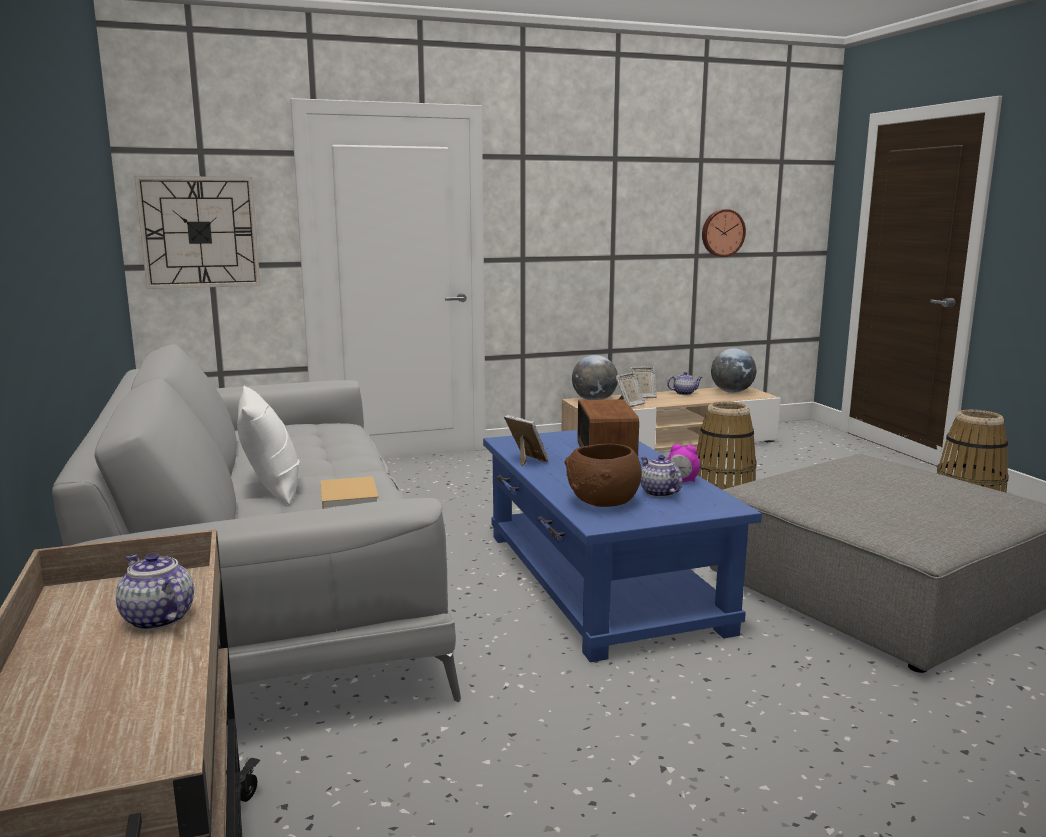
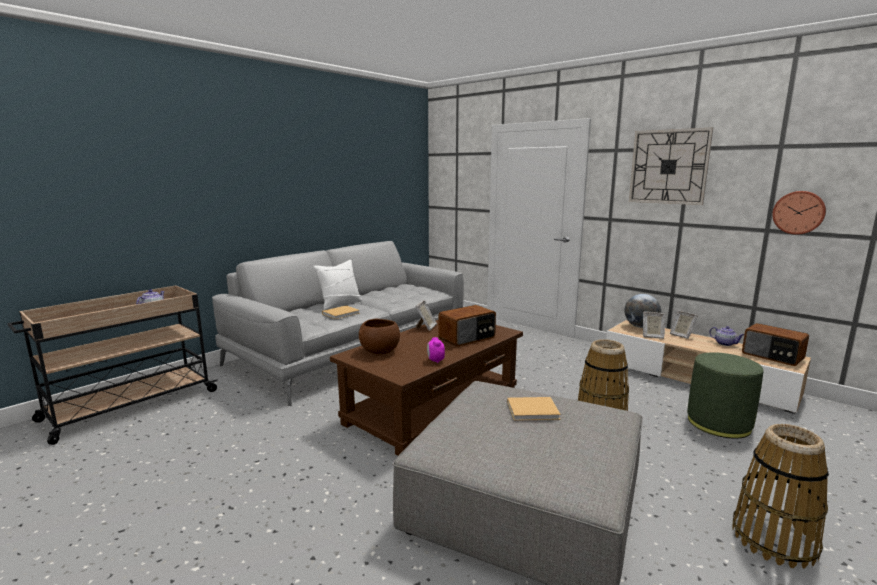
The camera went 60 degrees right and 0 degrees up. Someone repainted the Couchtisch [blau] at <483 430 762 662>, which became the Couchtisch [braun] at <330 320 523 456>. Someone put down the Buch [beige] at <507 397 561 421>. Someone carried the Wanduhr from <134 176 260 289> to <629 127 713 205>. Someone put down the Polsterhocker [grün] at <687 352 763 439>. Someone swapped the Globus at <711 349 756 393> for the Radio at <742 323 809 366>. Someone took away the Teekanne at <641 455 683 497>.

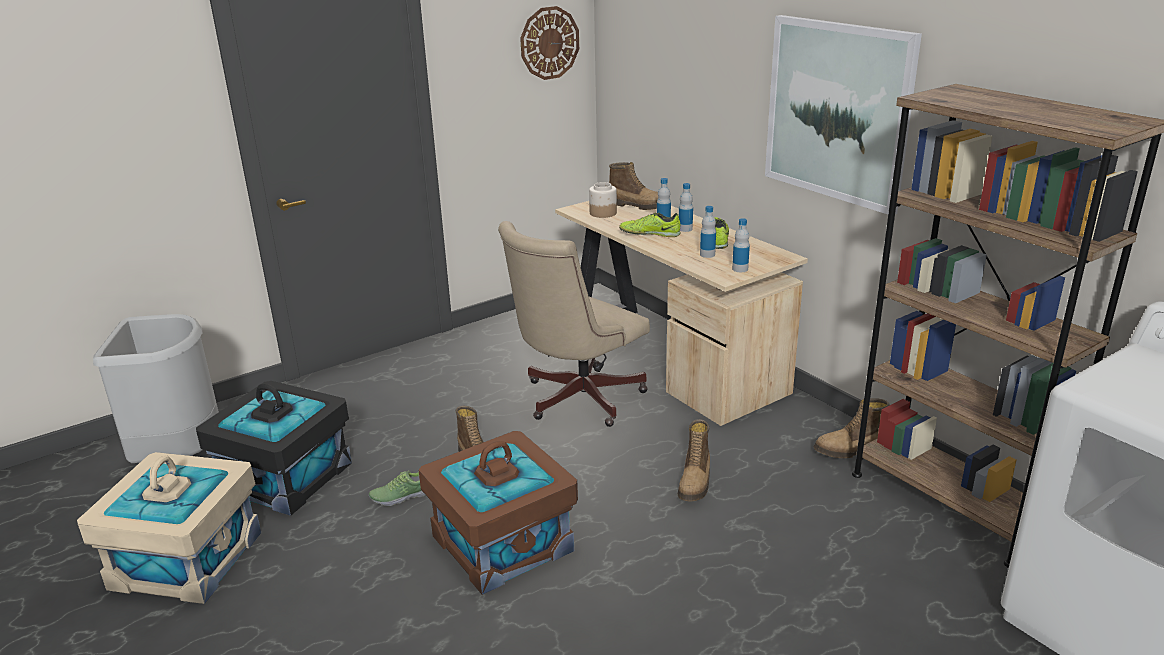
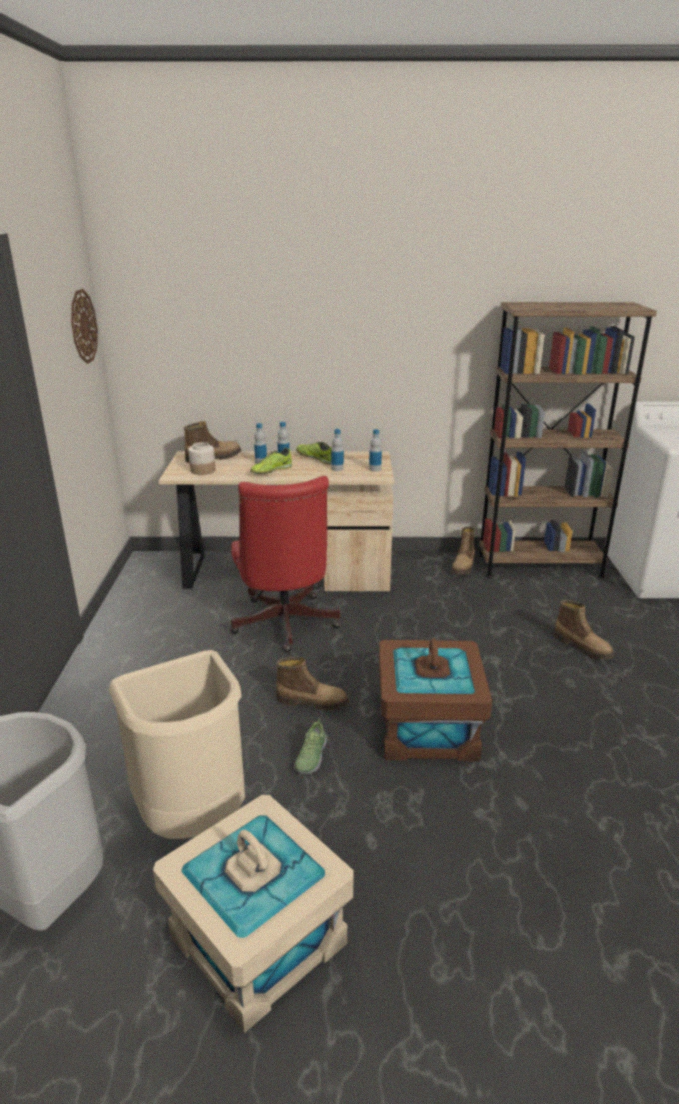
The camera went 55 degrees left and 0 degrees up. Someone swapped the Aufbewahrungsbox [schwarz] at <196 381 352 516> for the Mülleimer [beige] at <109 650 245 839>. Someone repainted the Bürostuhl [beige] at <498 221 650 427>, which became the Bürostuhl [rot] at <230 476 341 652>. Someone carried the Stiefel from <678 419 710 501> to <553 600 614 659>. Someone took away the Bild at <765 15 922 214>.

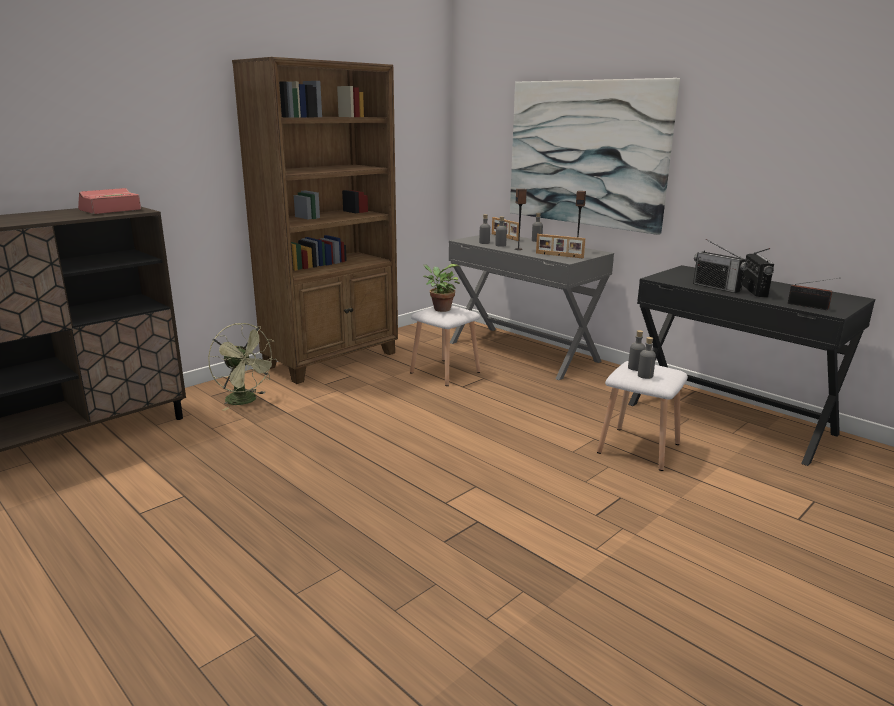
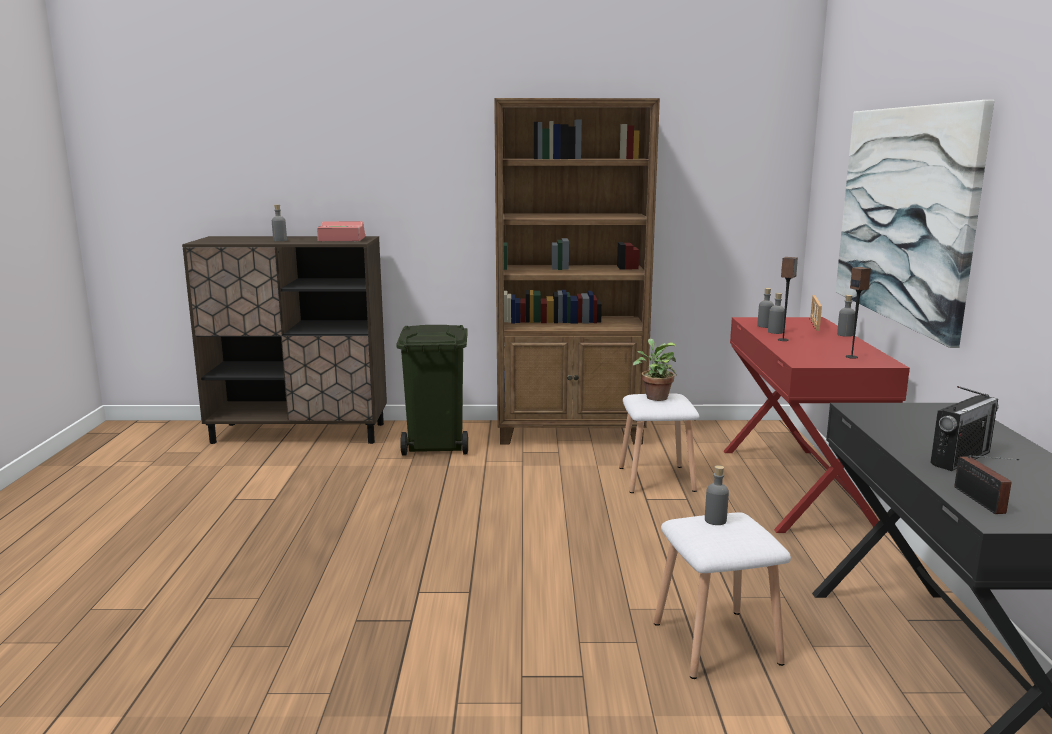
The camera went 45 degrees right and 5 degrees down. Someone carried the Flasche [grau] from <638 337 656 379> to <272 205 287 241>. Someone swapped the Ventilator [grün] at <208 323 277 411> for the Mülleimer [grün] at <396 325 468 456>. Someone repainted the Schreibtisch [grau] at <449 233 614 380>, which became the Schreibtisch [rot] at <724 317 910 533>. Someone took away the Bilderrahmen at <536 234 585 258>. Someone took away the Radio at <693 239 748 293>.

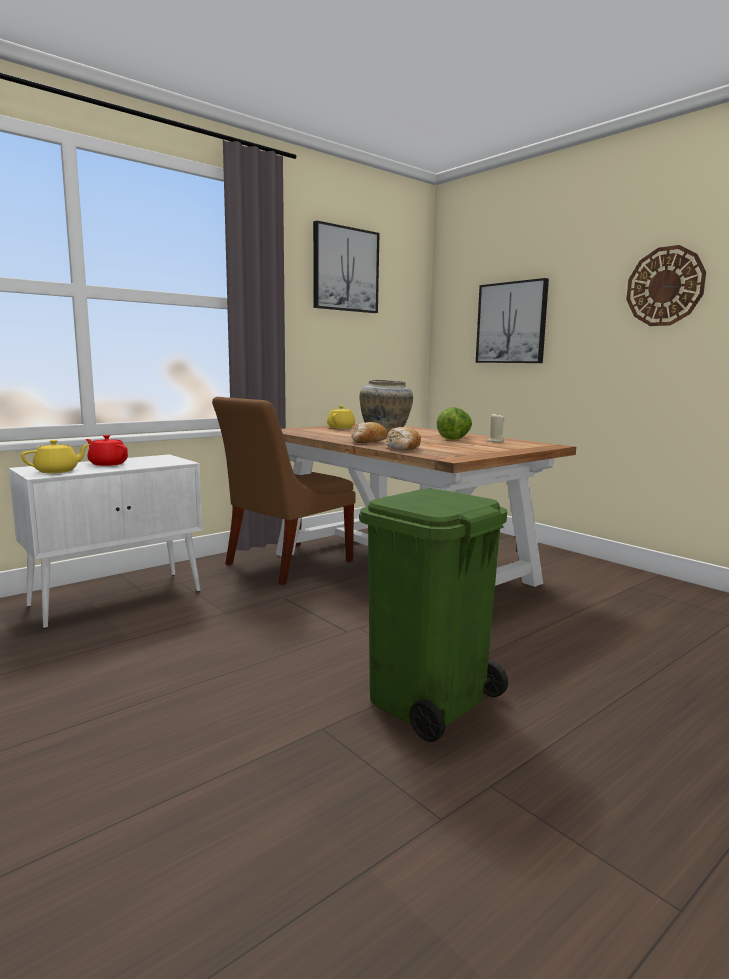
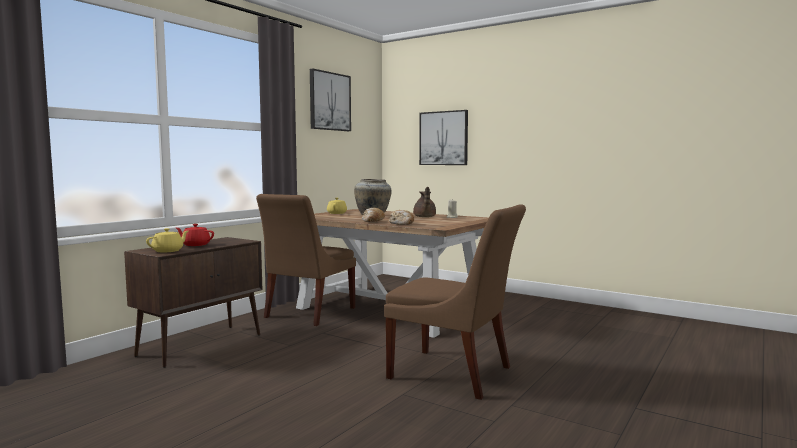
The camera went 15 degrees left and 5 degrees down. Someone repainted the Schrank [weiß] at <9 454 202 629>, which became the Schrank [braun] at <124 237 262 368>. Someone swapped the Mülleimer [grün] at <359 489 508 742> for the Stuhl [braun] at <384 204 526 400>. Someone swapped the Salatkopf at <437 407 472 440> for the Teekanne [braun] at <413 187 436 217>. Someone took away the Wanduhr at <626 245 706 326>.

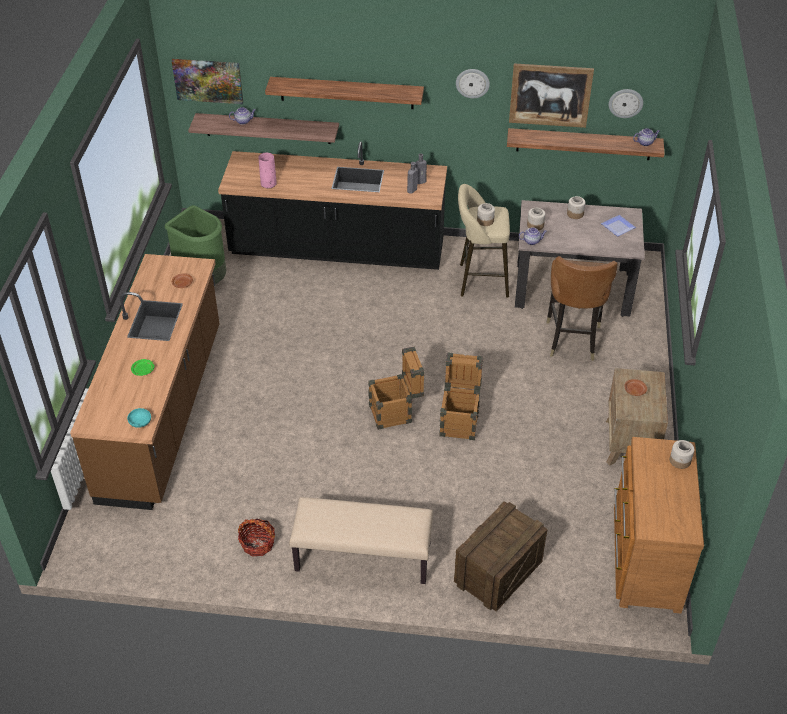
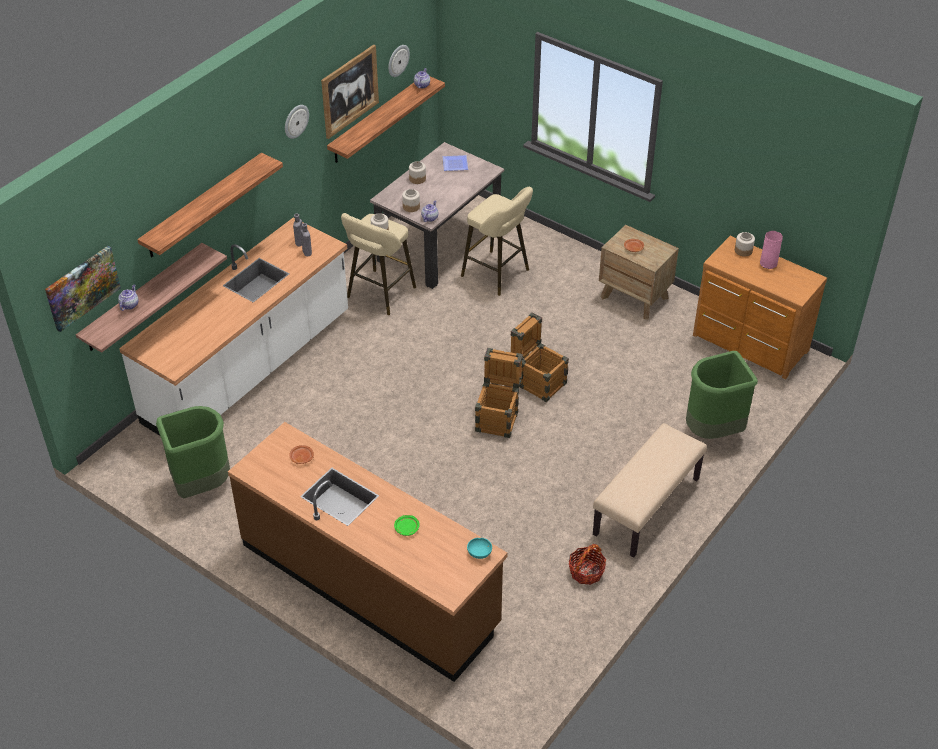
The camera went 60 degrees left and 0 degrees up. Someone repainted the Küchenzeile [schwarz] at <218 141 447 270>, which became the Küchenzeile [weiß] at <119 217 348 436>. Someone swapped the Stuhl [braun] at <546 256 618 361> for the Hocker [beige] at <461 187 533 296>. Someone swapped the Kiste at <454 501 548 612> for the Mülleimer [grün] at <686 351 758 439>. Someone carried the Vase [rosa] from <258 153 277 189> to <760 231 783 269>.

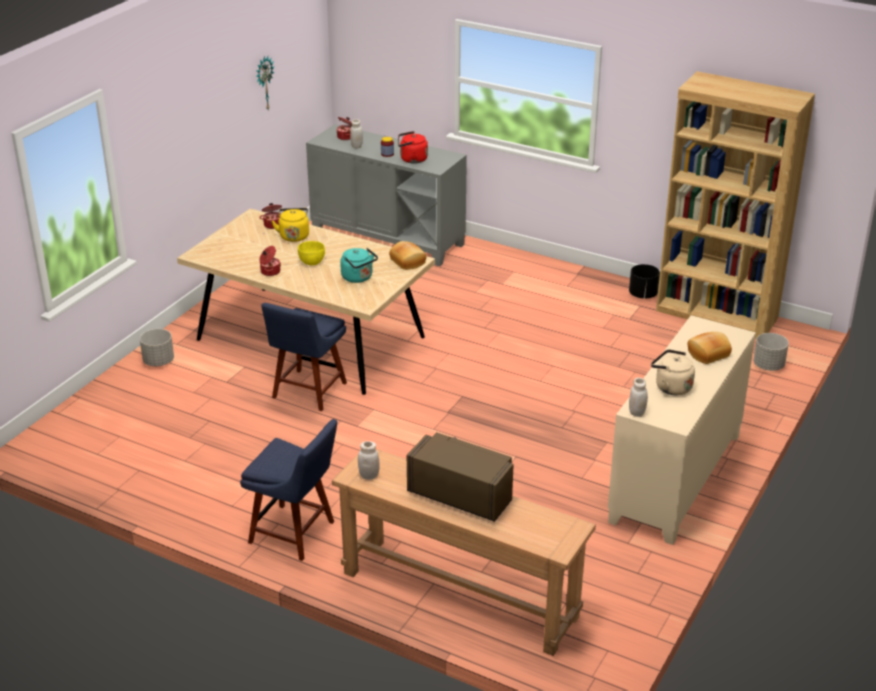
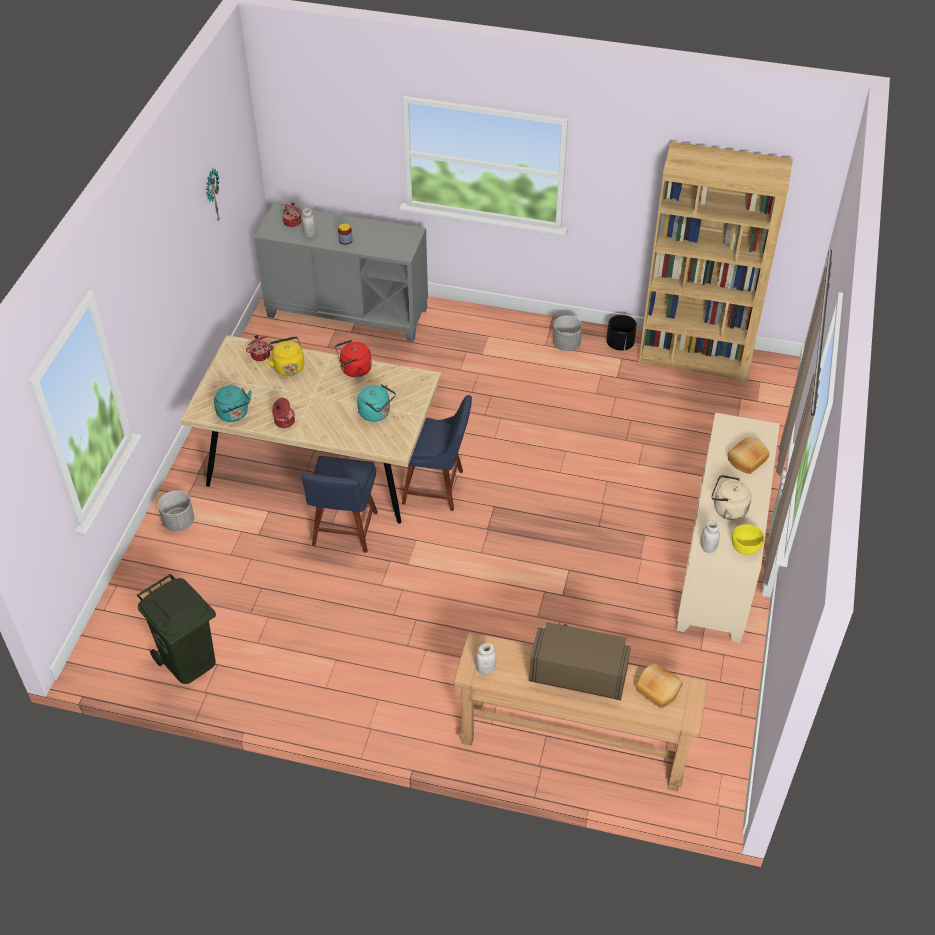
The camera went 15 degrees left and 15 degrees up. Someone put down the Mülleimer [grün] at <137 574 216 684>. Someone put down the Wasserkessel [türkis] at <214 385 252 422>. Someone carried the Wasserkessel [rot] from <398 131 428 164> to <335 340 372 377>. Someone carried the Stuhl [blau] from <240 419 337 561> to <402 395 472 511>. Someone carried the Pflanzkübel [grau] from <753 333 789 371> to <553 315 582 351>. Someone carried the Brot from <389 241 426 270> to <636 664 682 708>. Someone carried the Schüssel [gelb] from <298 241 325 265> to <732 524 764 555>.

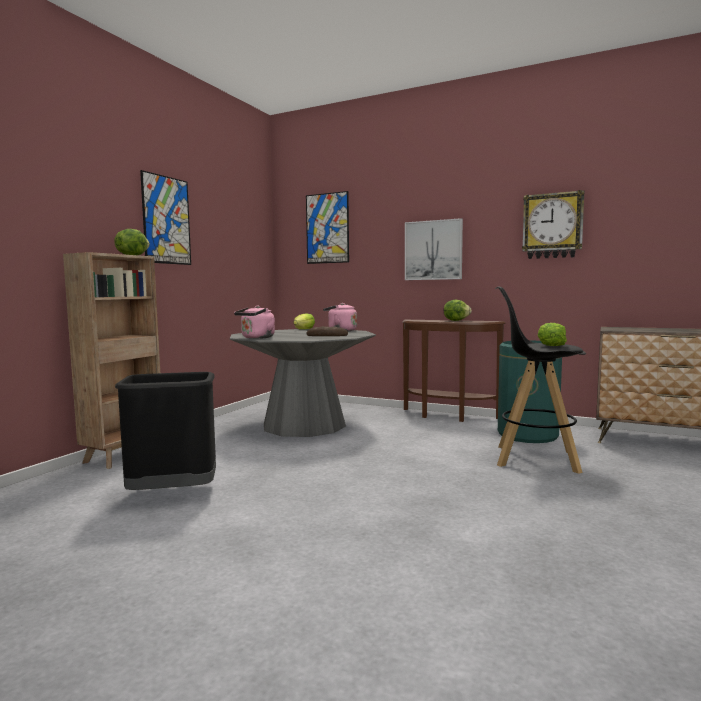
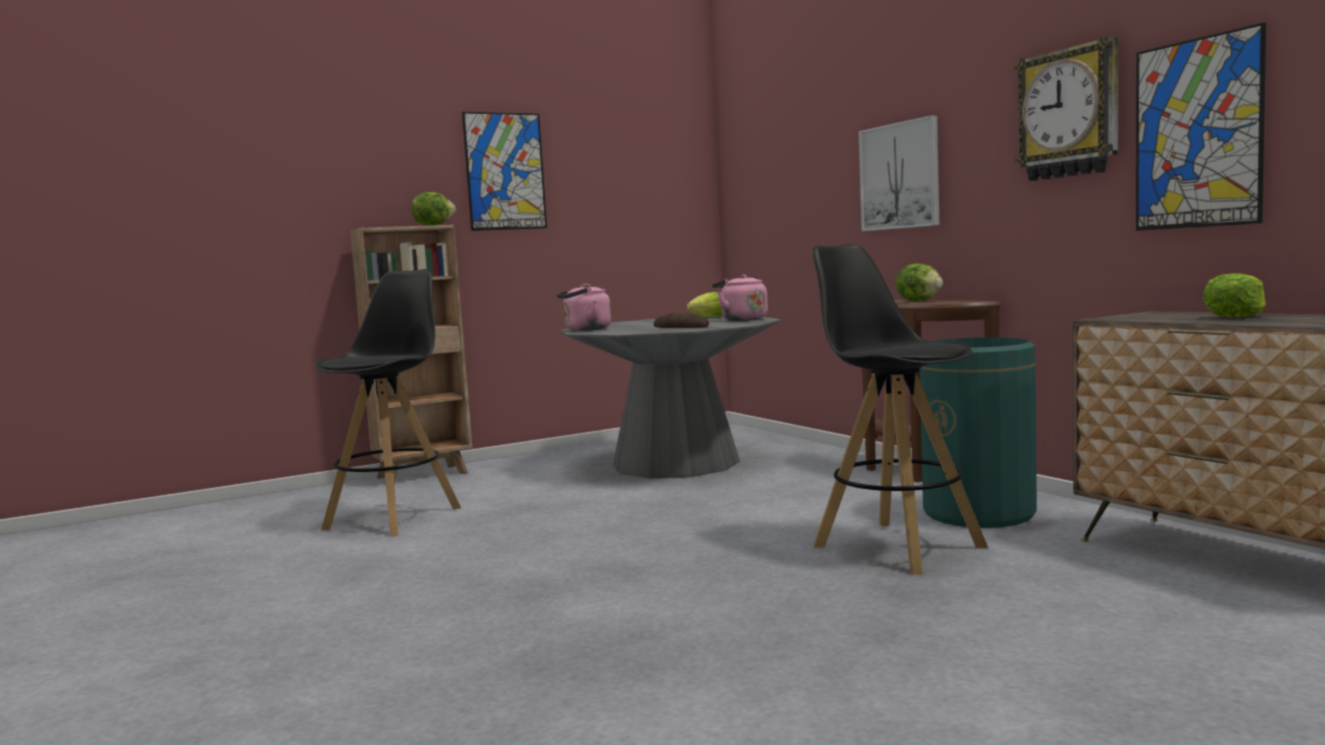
The camera went 35 degrees right and 0 degrees up. Someone swapped the Mülleimer [schwarz] at <115 372 216 490> for the Hocker [schwarz] at <315 269 461 537>. Someone carried the Bild from <306 191 349 264> to <1136 22 1266 231>. Someone carried the Salatkopf from <537 323 567 346> to <1203 273 1266 317>.

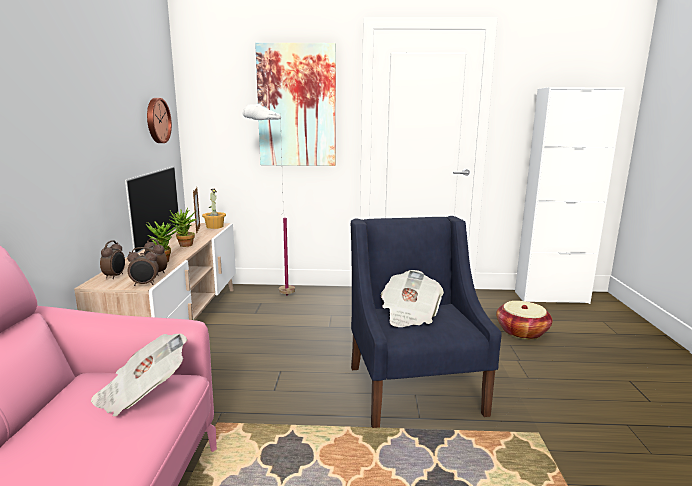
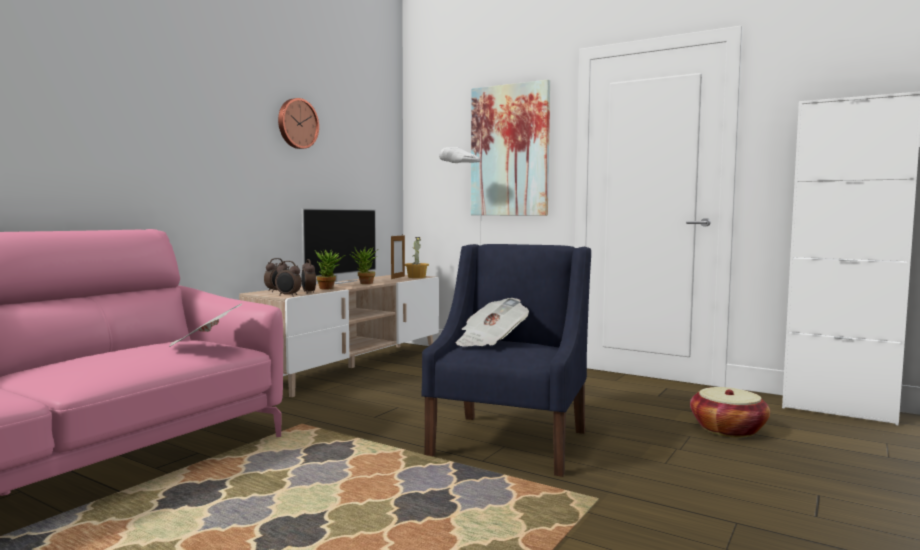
The camera went 30 degrees right and 10 degrees down. Someone carried the Wanduhr from <147 98 172 143> to <278 98 319 149>.

